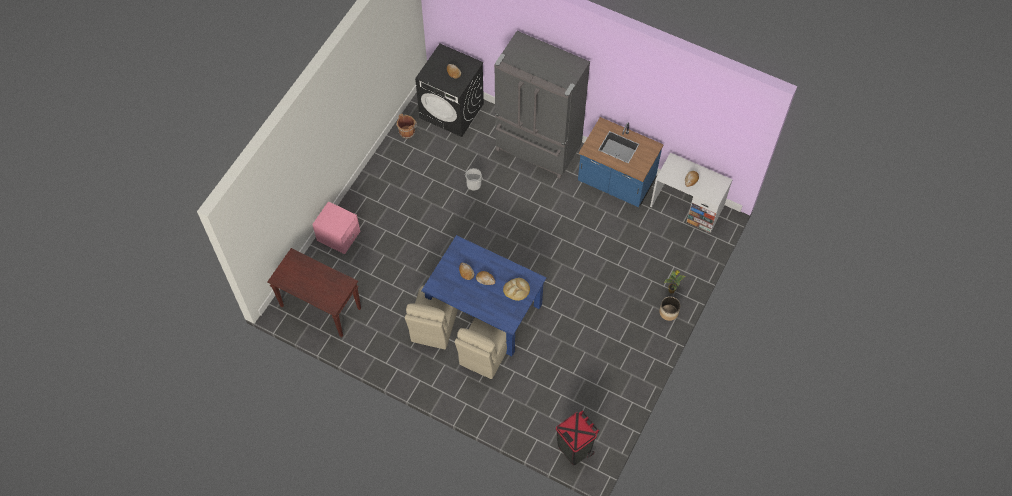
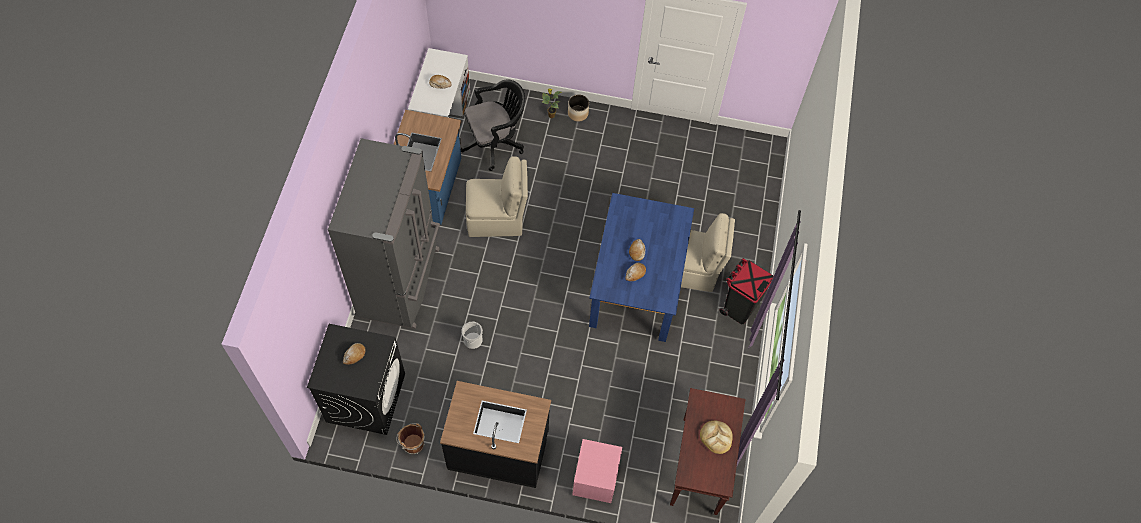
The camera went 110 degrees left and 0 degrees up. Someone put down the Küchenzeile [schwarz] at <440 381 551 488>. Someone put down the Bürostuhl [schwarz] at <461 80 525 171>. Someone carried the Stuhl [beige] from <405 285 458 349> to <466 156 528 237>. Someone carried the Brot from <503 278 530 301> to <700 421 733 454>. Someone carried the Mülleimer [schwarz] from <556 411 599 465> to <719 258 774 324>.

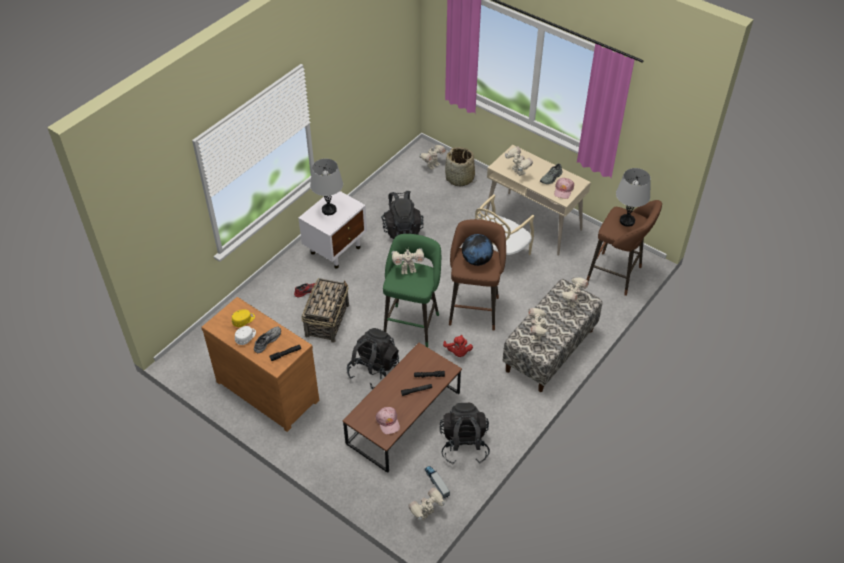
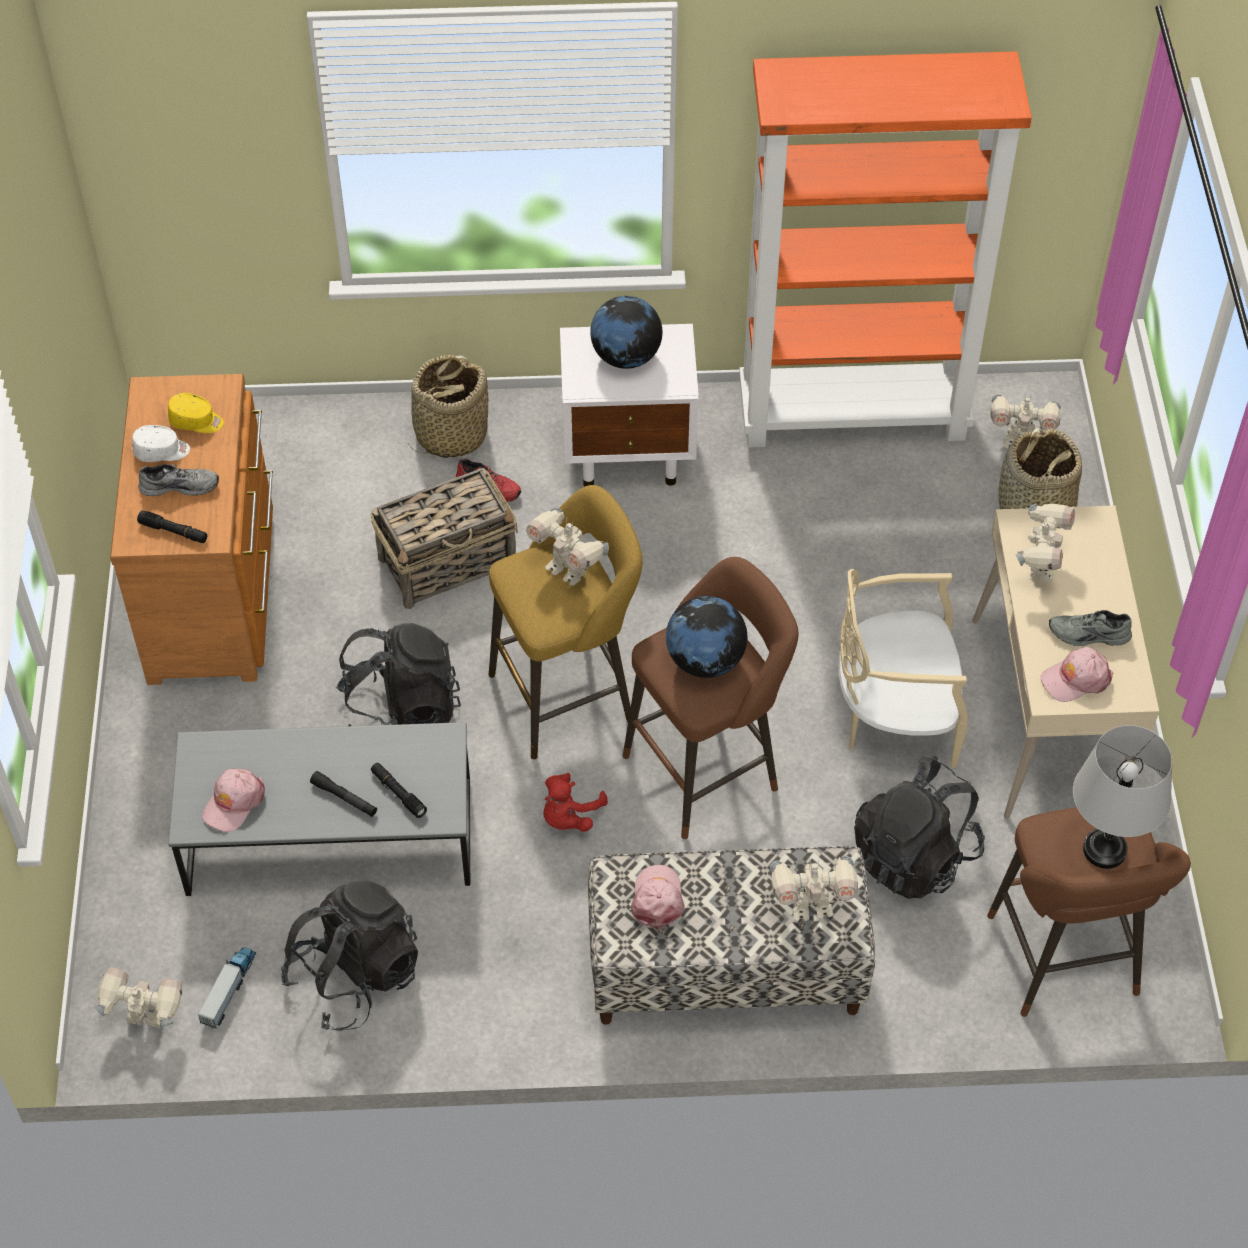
The camera went 50 degrees right and 5 degrees up. Someone repainted the Couchtisch [braun] at <342 343 462 473>, which became the Couchtisch [grau] at <168 722 470 896>. Someone put down the Korb at <408 355 488 458>. Someone repainted the Hocker [grün] at <383 234 441 348>, which became the Hocker [gelb] at <489 485 642 759>. Someone swapped the Tischlampe [grau] at <310 159 343 215> for the Globus at <590 296 662 369>. Someone swapped the Spielzeugroboter at <528 308 549 341> for the Kappe [rosa] at <631 864 685 930>. Someone put down the Bücherregal [orange] at <739 51 1032 448>. Someone carried the Rucksack [schwarz] from <381 191 423 239> to <854 756 985 899>.

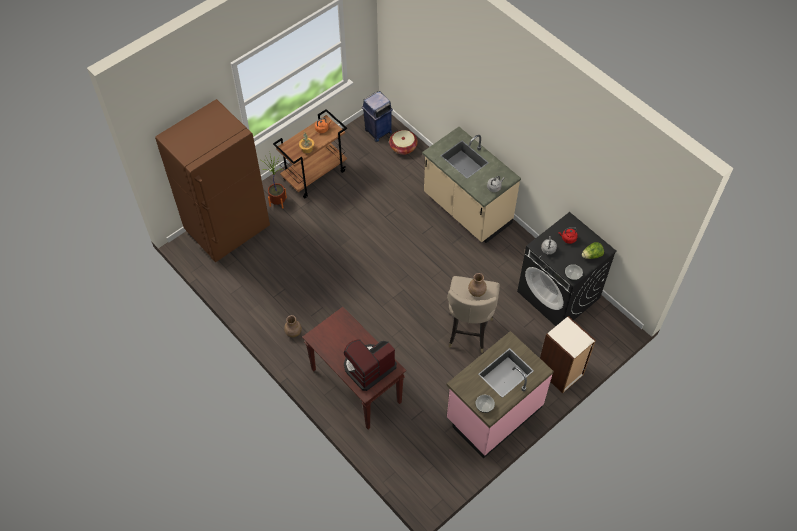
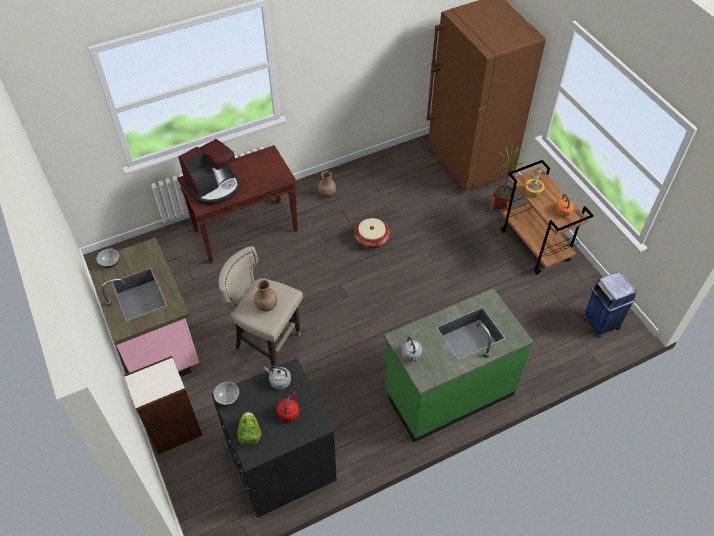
The camera went 105 degrees right and 5 degrees down. Someone rotated the Kaffeemaschine at <344 340 397 391> by 75 degrees clockwise. Someone carried the Korb from <389 130 418 155> to <354 218 390 249>. Someone repainted the Küchenzeile [beige] at <422 127 521 243>, which became the Küchenzeile [grün] at <384 288 534 442>.

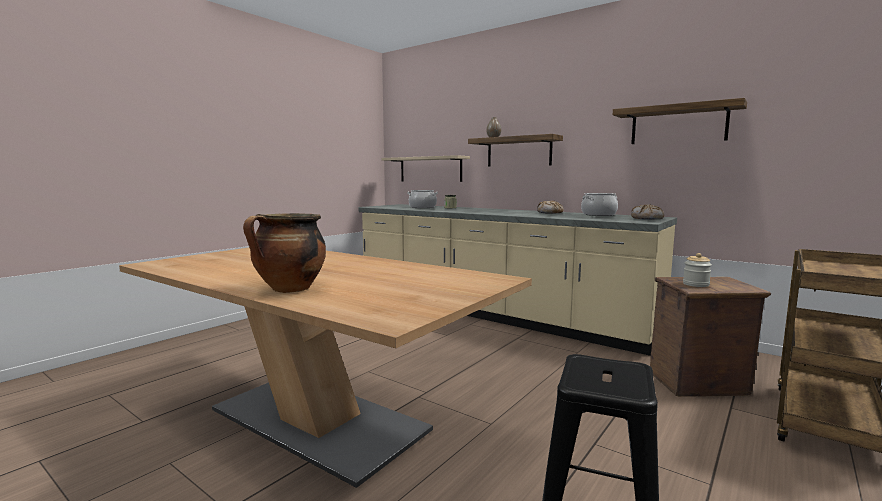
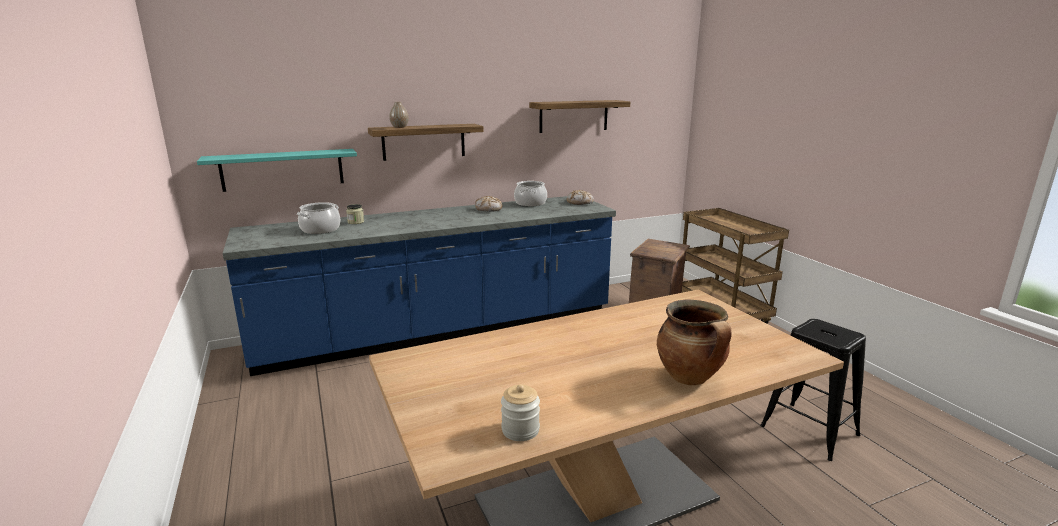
The camera went 60 degrees left and 10 degrees up. Someone repainted the Wandregal [beige] at <382 155 470 182>, which became the Wandregal [türkis] at <197 149 357 192>. Someone repainted the Küchenzeile [beige] at <359 204 677 356>, which became the Küchenzeile [blau] at <223 196 616 376>. Someone carried the Vorratsglas from <683 253 712 287> to <501 384 540 441>.

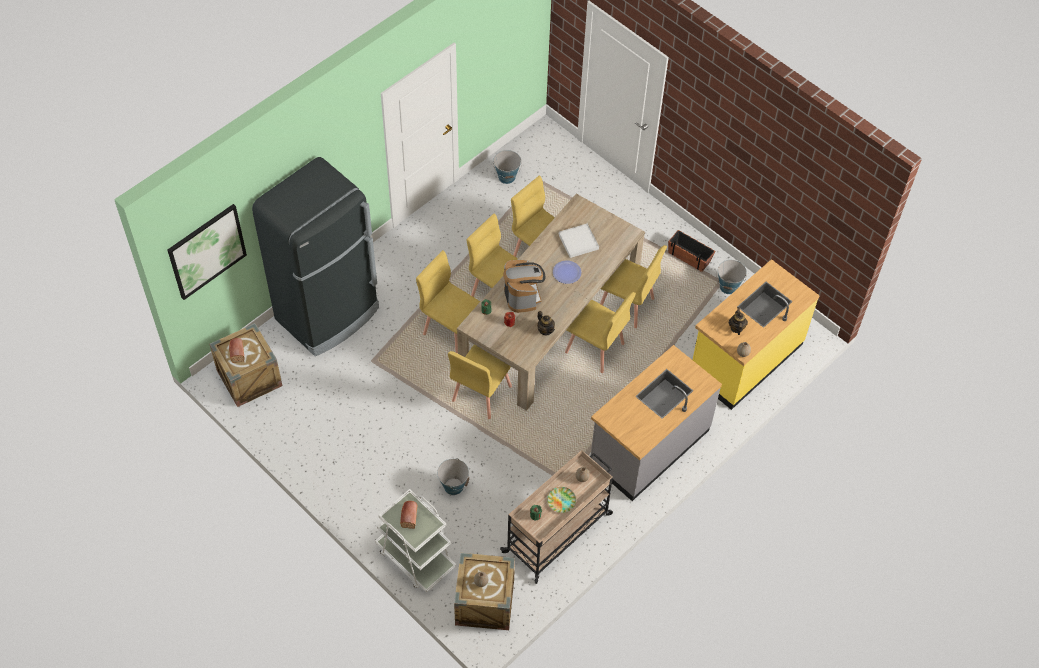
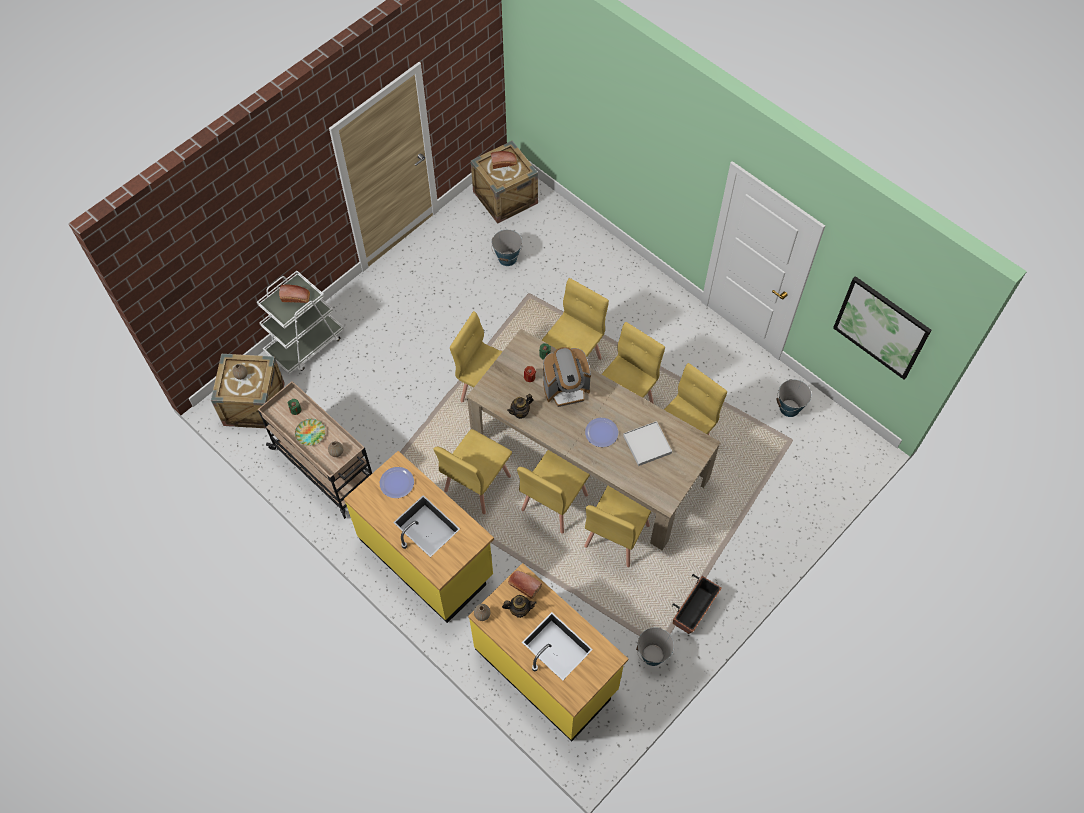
The camera went 90 degrees right and 5 degrees up. Someone repainted the Küchenzeile [grau] at <591 345 722 501>, which became the Küchenzeile [gelb] at <344 451 494 623>. Someone put down the Teller at <380 467 414 498>. Someone put down the Stuhl [gelb] at <433 429 512 514>. Someone carried the Eimer from <437 458 469 495> to <491 230 522 266>. Someone put down the Brot at <508 571 542 599>. Someone carried the Bild from <167 204 247 300> to <833 276 931 379>. Someone took away the Kühlschrank [schwarz] at <252 157 379 356>.

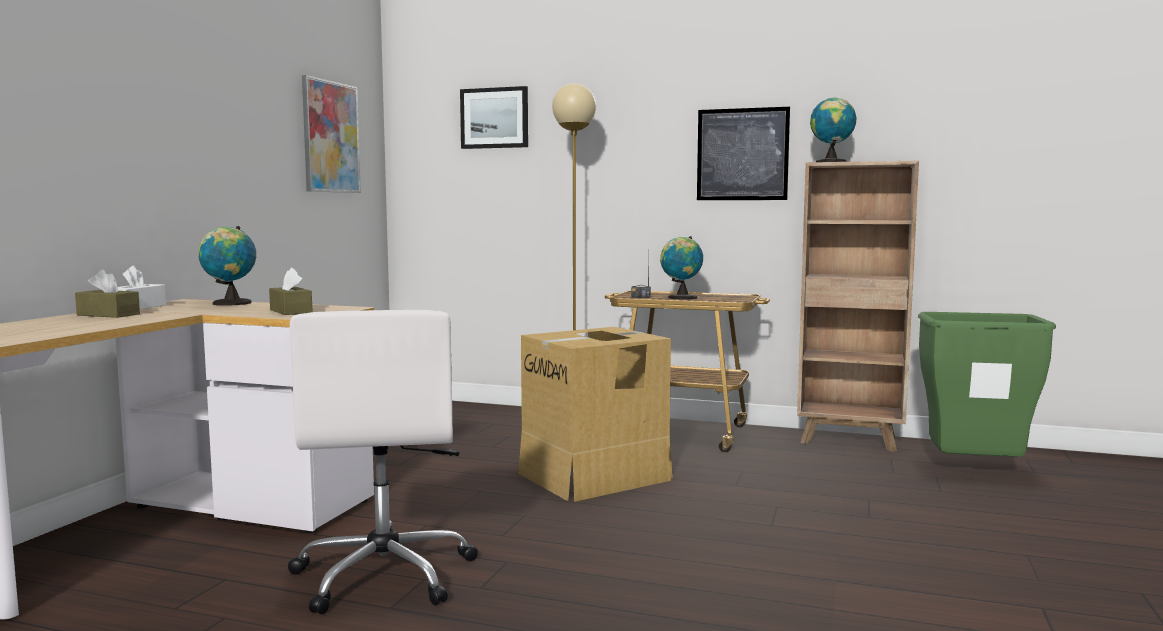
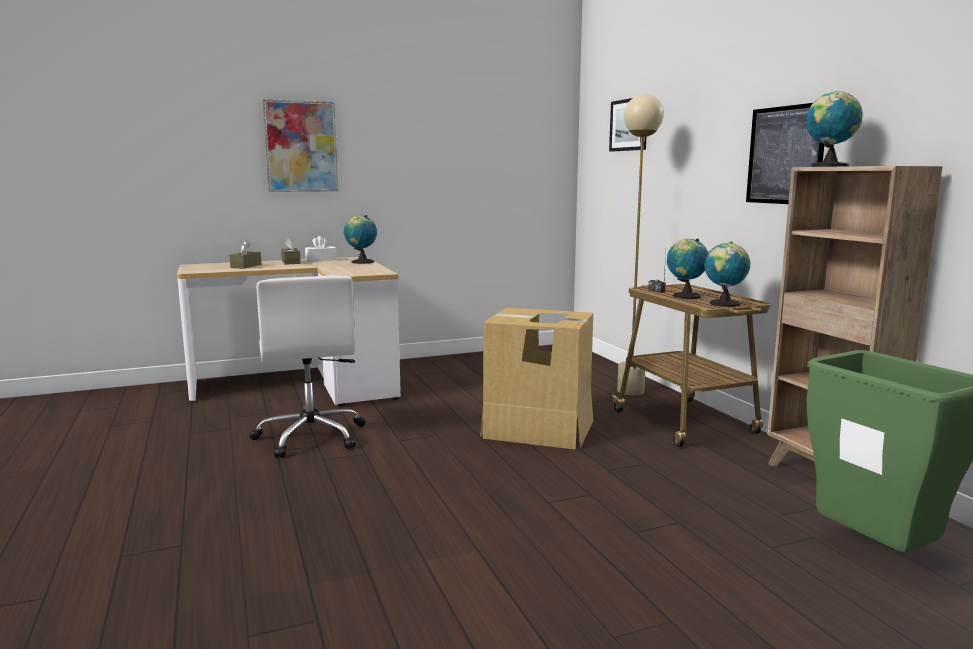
The camera went 50 degrees right and 5 degrees up. Someone carried the Taschentuchbox [braun] from <269 268 313 315> to <229 241 261 269>. Someone rotated the Bürostuhl [weiß] at <288 310 478 614> by 60 degrees counterclockwise. Someone carried the Bild from <302 75 361 193> to <263 99 339 192>. Someone put down the Globus at <704 242 750 307>.

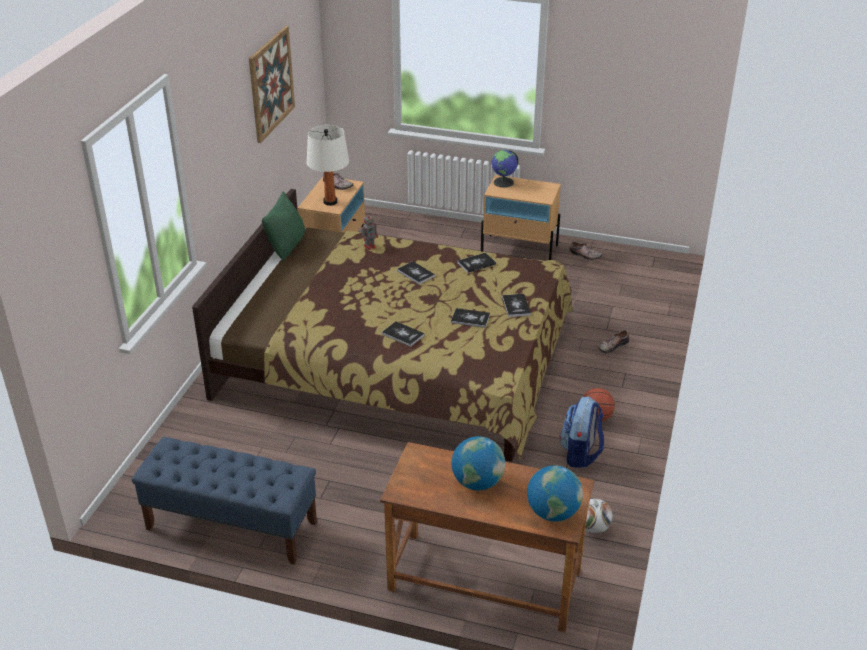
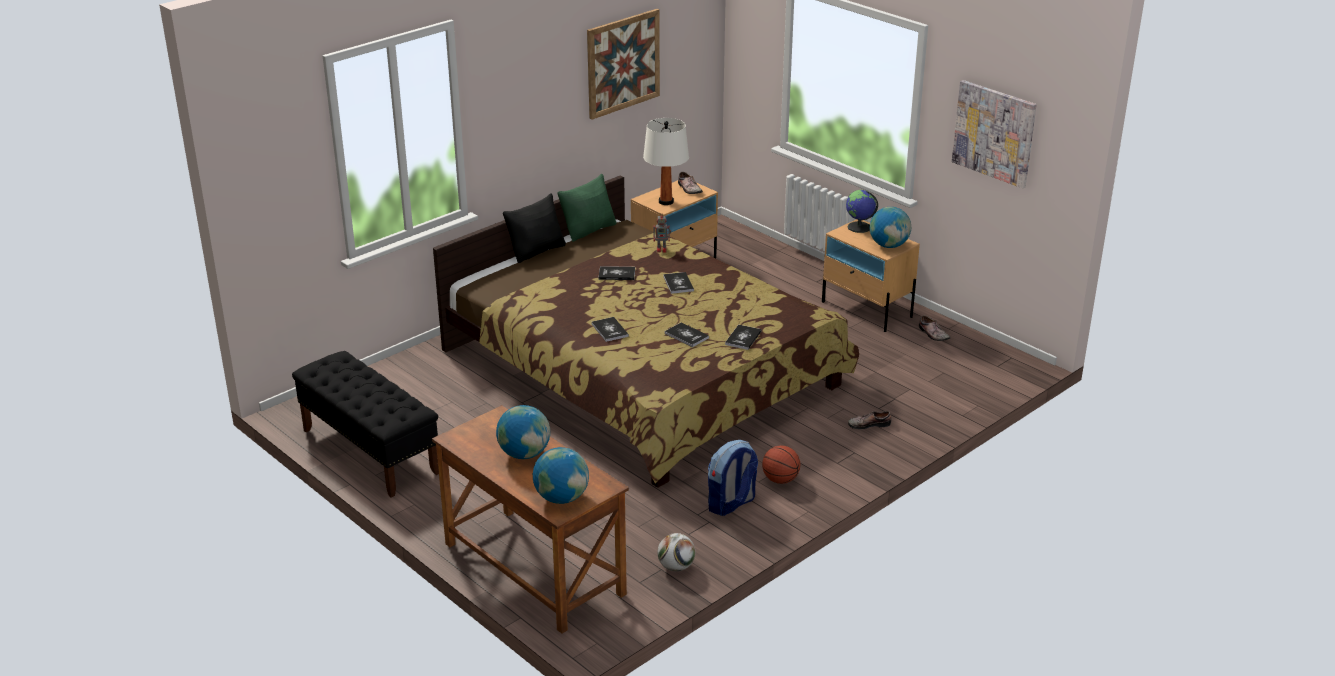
The camera went 30 degrees right and 5 degrees down. Someone repainted the Bank [blau] at <132 437 317 565>, which became the Bank [schwarz] at <292 351 439 498>. Someone put down the Kissen [schwarz] at <503 193 566 263>. Someone carried the Buch from <457 252 496 273> to <599 266 635 280>. Someone put down the Globus at <870 207 911 248>. Someone put up the Bild at <952 80 1037 188>.

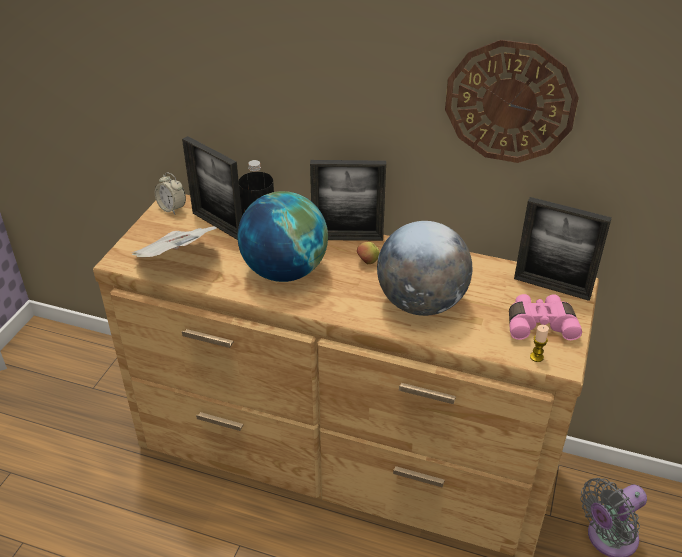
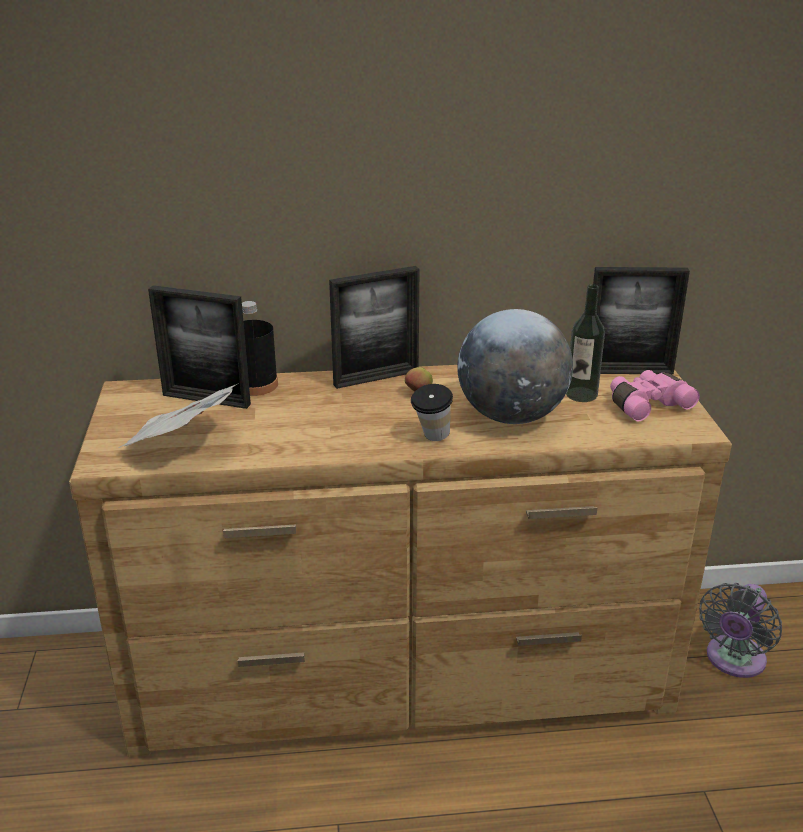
The camera went 25 degrees left and 10 degrees down. Someone put down the Tasse at <411 384 453 441>. Someone put down the Flasche at <566 284 605 402>. Someone took away the Wecker at <155 172 186 215>. Someone took away the Globus at <237 191 328 282>. Someone took away the Wanduhr at <445 40 579 163>. Someone took away the Kerze at <530 325 549 362>.

